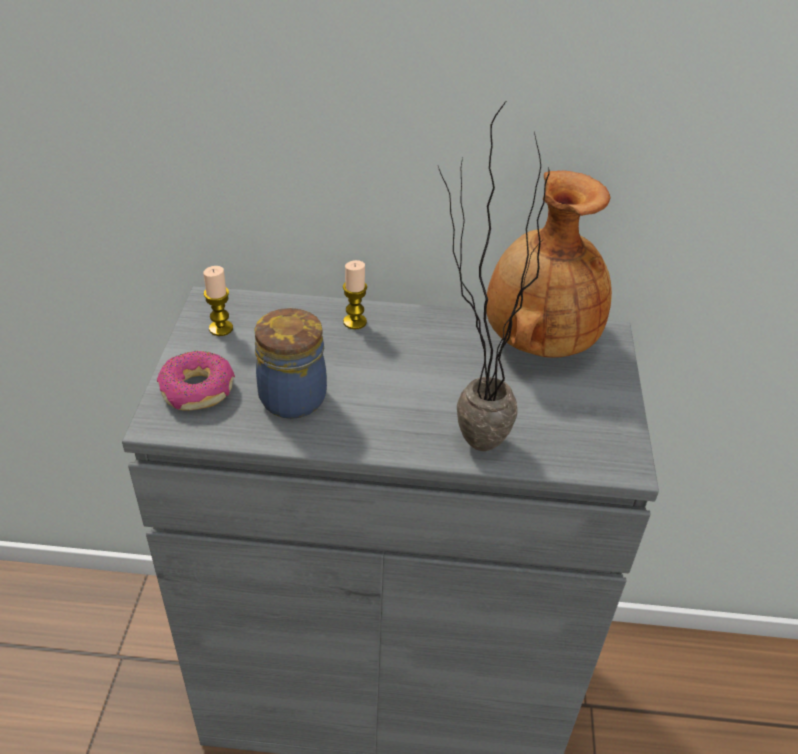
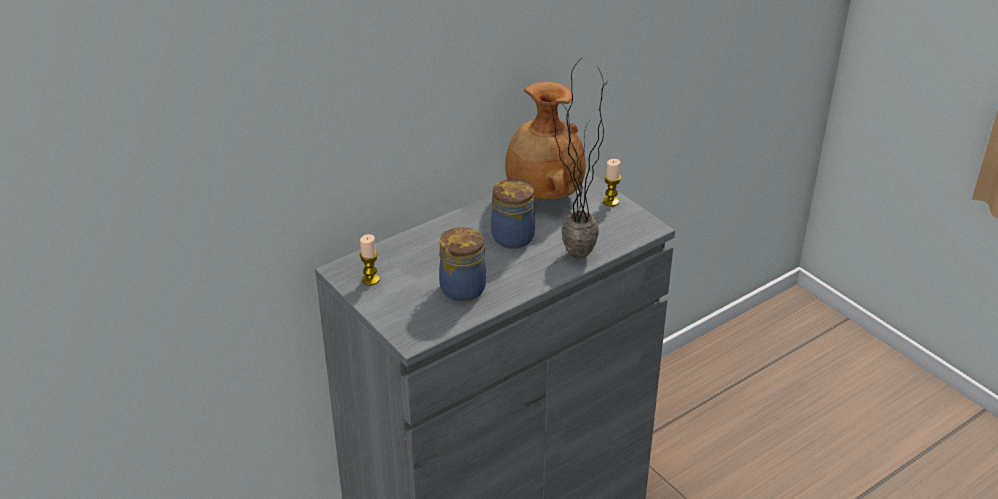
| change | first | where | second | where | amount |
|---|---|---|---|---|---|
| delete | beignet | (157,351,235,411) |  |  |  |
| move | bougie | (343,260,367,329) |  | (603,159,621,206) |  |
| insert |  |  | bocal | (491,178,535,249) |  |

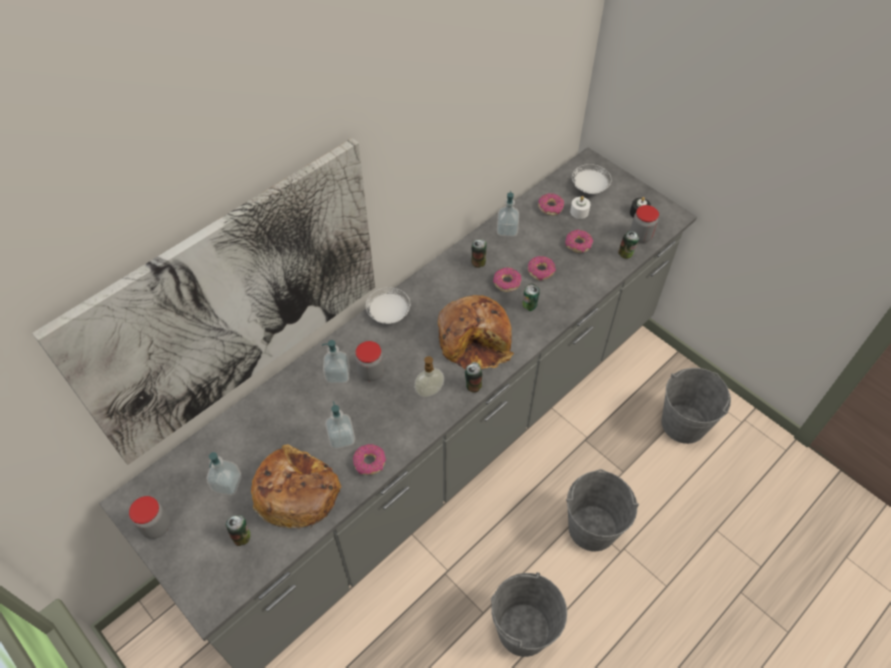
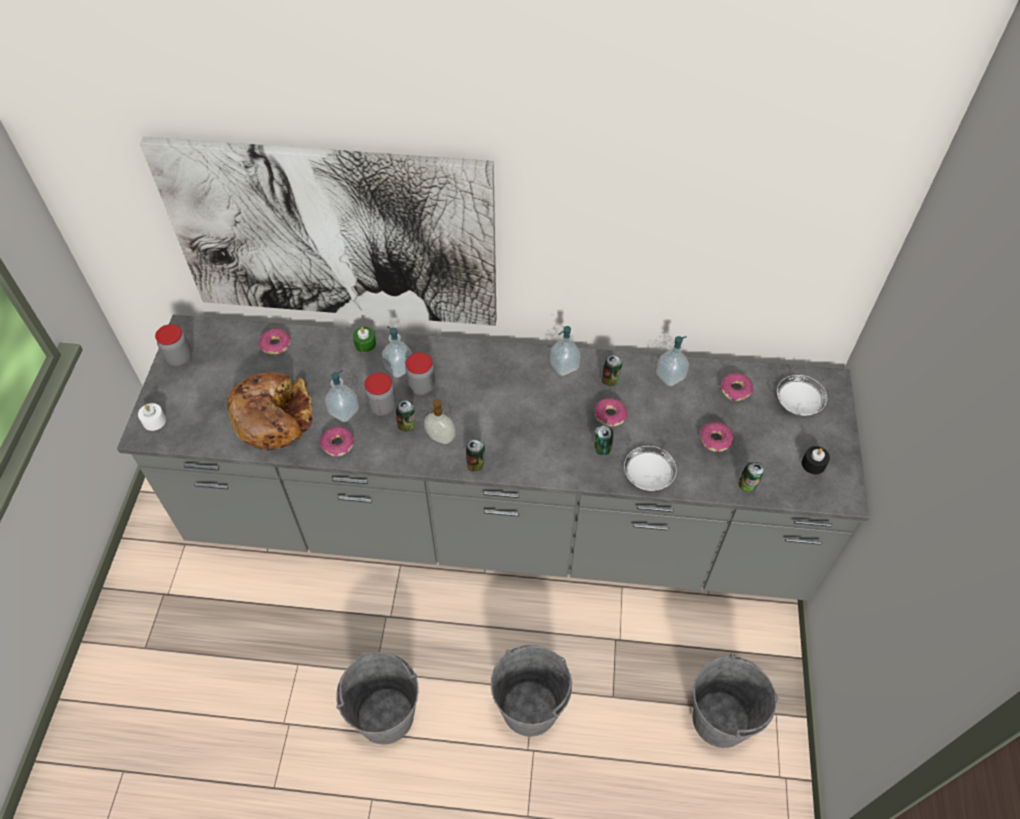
| change | first | where | second | where | amount |
|---|---|---|---|---|---|
| move | distributeur de savon | (207,452,242,496) |  | (550,326,580,376) |  |
| move | boîte métallique | (226,515,250,546) |  | (396,400,415,432) |  |
| move | assiette (blanc) | (366,287,410,324) |  | (624,446,677,491) |  |
| delete | pain | (438,295,514,370) |  |  |  |
| move | beignet | (528,256,556,280) |  | (259,329,291,355) |  |
| move | bougie (blanc) | (570,196,590,219) |  | (138,403,166,431) |  |
| move | bocal | (630,205,659,243) |  | (365,373,396,416) |  |
| insert |  |  | bougie (vert) | (353,327,376,352) |  |

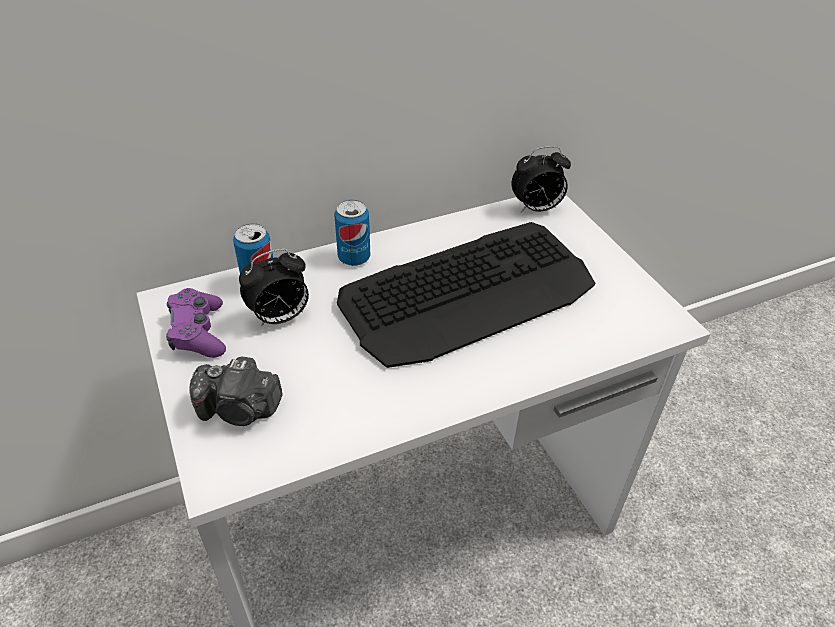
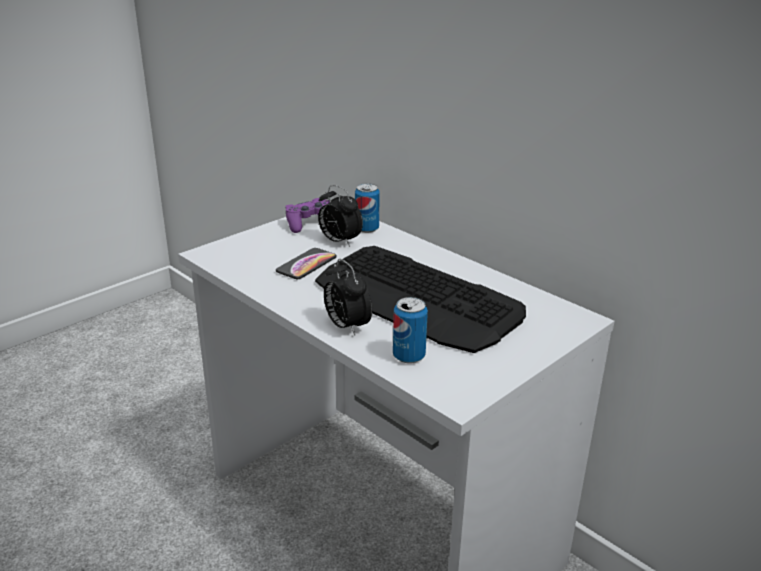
| change | first | where | second | where | amount |
|---|---|---|---|---|---|
| delete | appareil photo | (189,356,283,426) |  |  |  |
| move | boîte métallique | (334,200,370,266) |  | (393,297,428,363) |  |
| move | réveil | (511,146,571,213) |  | (324,259,372,335) |  |
| insert |  |  | téléphone | (276,248,337,279) |  |

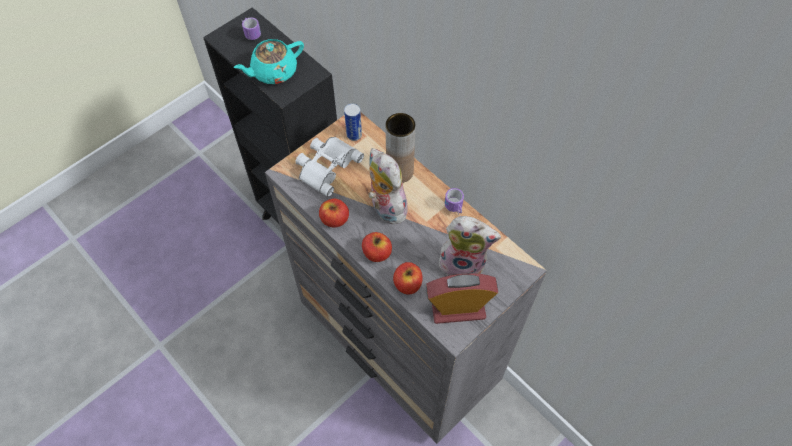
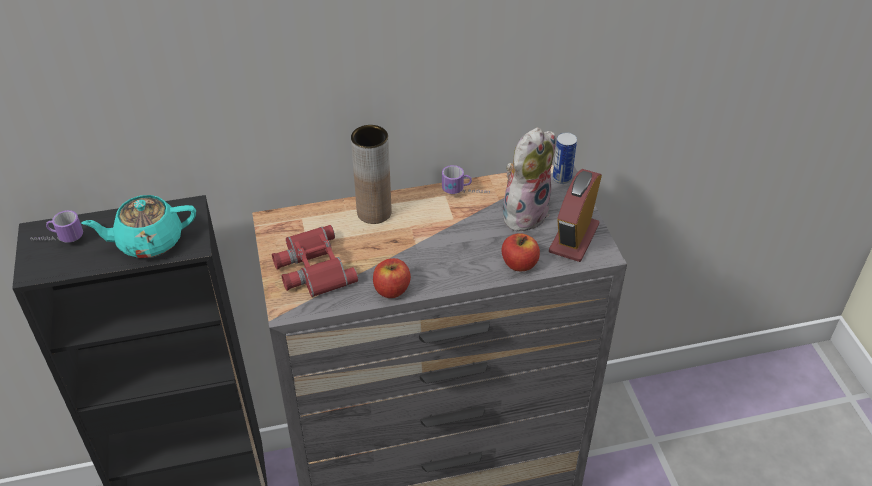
| change | first | where | second | where | amount |
|---|---|---|---|---|---|
| rotate | théière (turquoise) | (234,39,304,84) |  | (82,195,196,258) | 75 degrees clockwise |
| recolor | jumelles (blanc) | (296,137,364,197) | jumelles (rouge) | (272,225,358,297) |  |
| move | boîte métallique | (344,104,362,141) |  | (553,132,577,184) |  |
| delete | pomme | (362,232,392,262) |  |  |  |
| delete | peluche | (368,148,408,225) |  |  |  |

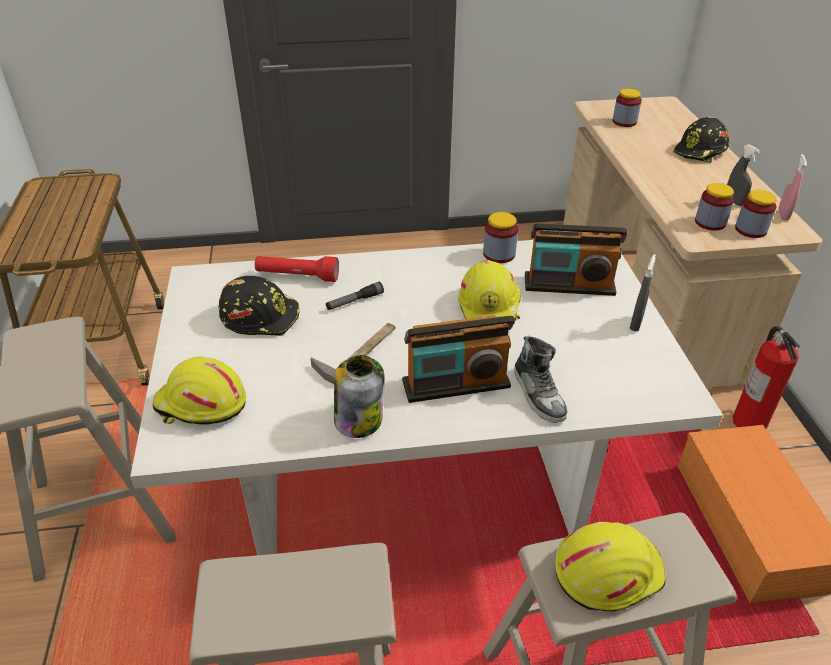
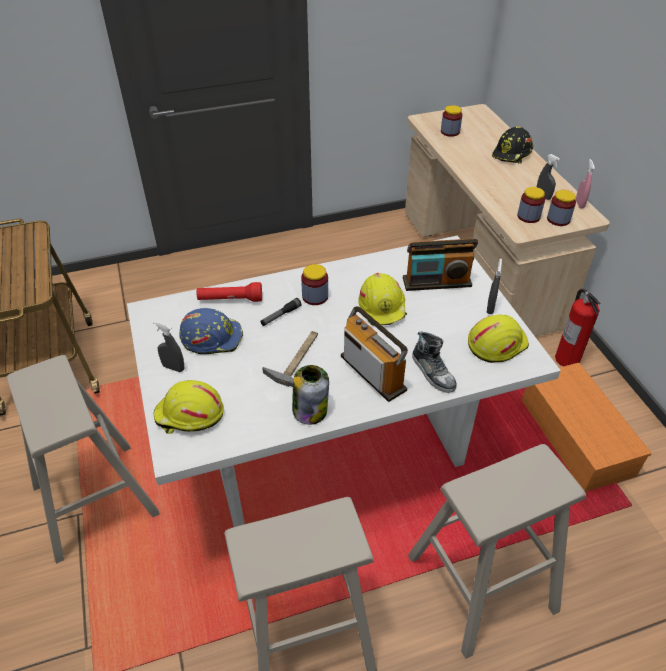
| change | first | where | second | where | amount |
|---|---|---|---|---|---|
| recolor | casque de chantier (noir) | (219,276,300,336) | casque de chantier (bleu) | (179,308,243,354) |  |
| rotate | radio | (402,315,515,403) |  | (341,306,408,402) | 105 degrees counterclockwise |
| move | bocal | (483,212,518,263) |  | (301,264,328,305) |  |
| move | casque de chantier (jaune) | (555,522,665,611) |  | (468,315,529,363) |  |
| insert |  |  | vaporisateur (gris) | (153,321,184,372) |  |

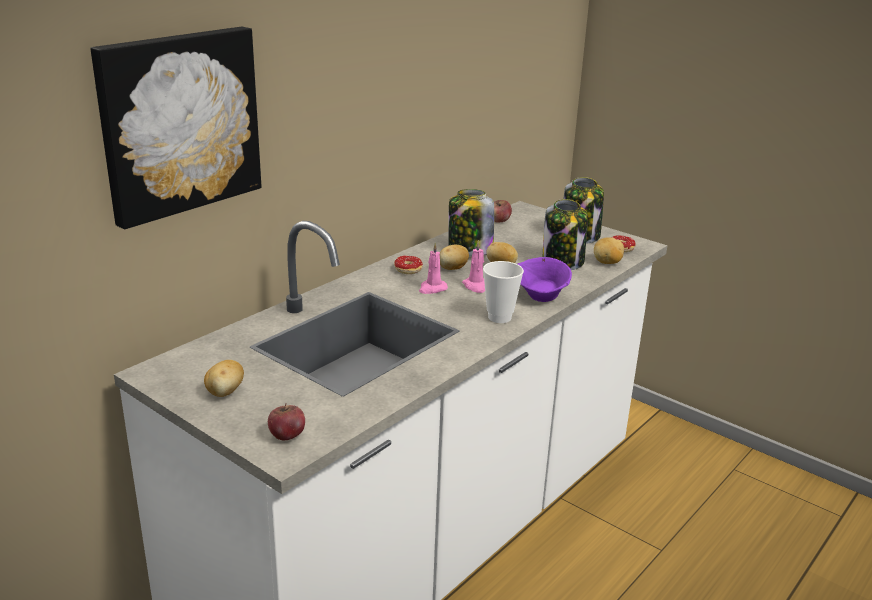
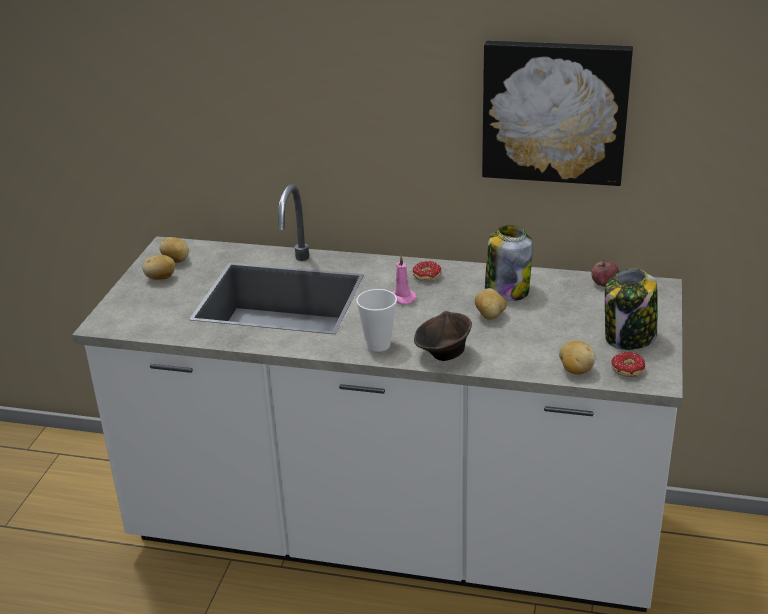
| change | first | where | second | where | amount |
|---|---|---|---|---|---|
| move | tableau | (91,27,261,229) |  | (482,41,633,186) |  |
| delete | pomme | (268,403,305,441) |  |  |  |
| move | pomme de terre | (440,245,469,270) |  | (159,237,189,263) |  |
| delete | bougie (rose) | (462,240,485,293) |  |  |  |
| recolor | bol (violet) | (517,257,572,302) | bol (marron) | (414,311,472,361) |  |
| delete | bocal | (543,199,588,270) |  |  |  |

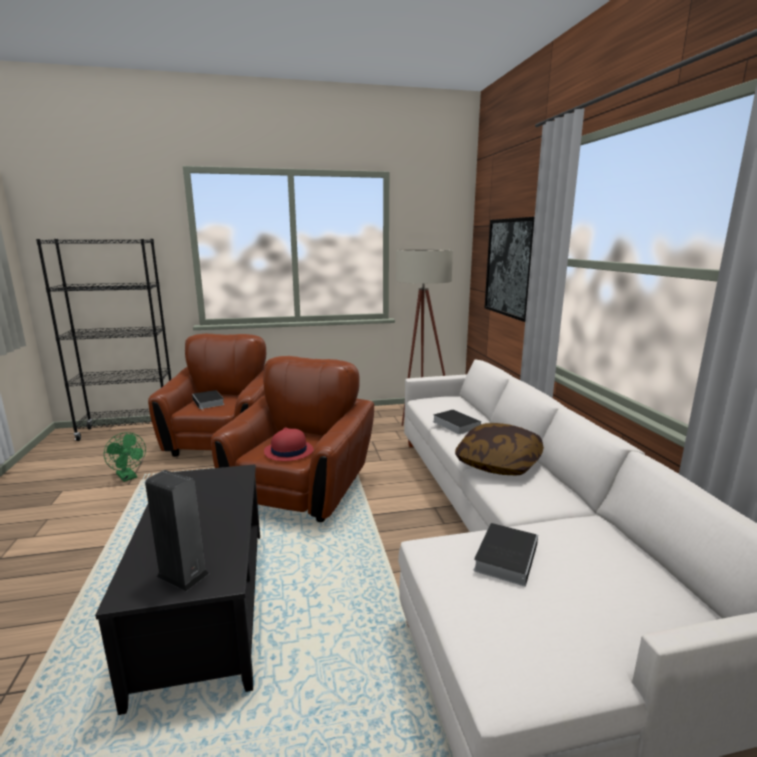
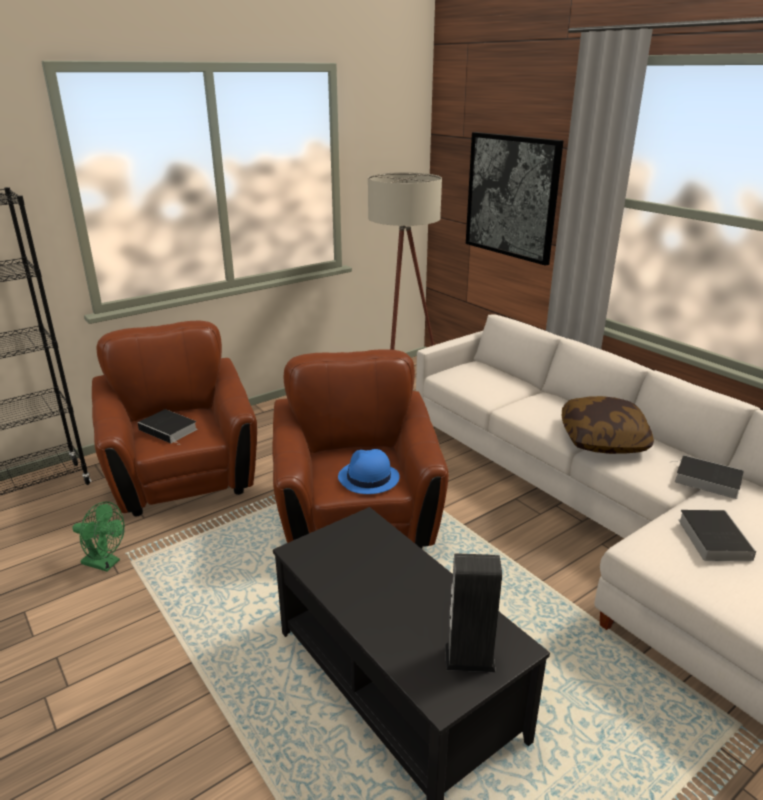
| change | first | where | second | where | amount |
|---|---|---|---|---|---|
| recolor | chapeau (rouge) | (264,427,314,461) | chapeau (bleu) | (338,449,399,494) |  |
| move | livre | (433,409,481,434) |  | (670,455,744,499) |  |

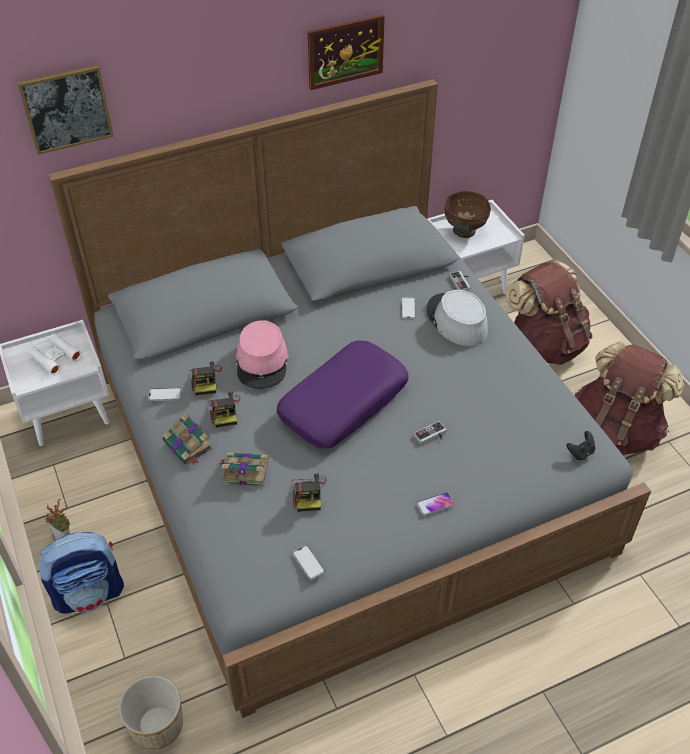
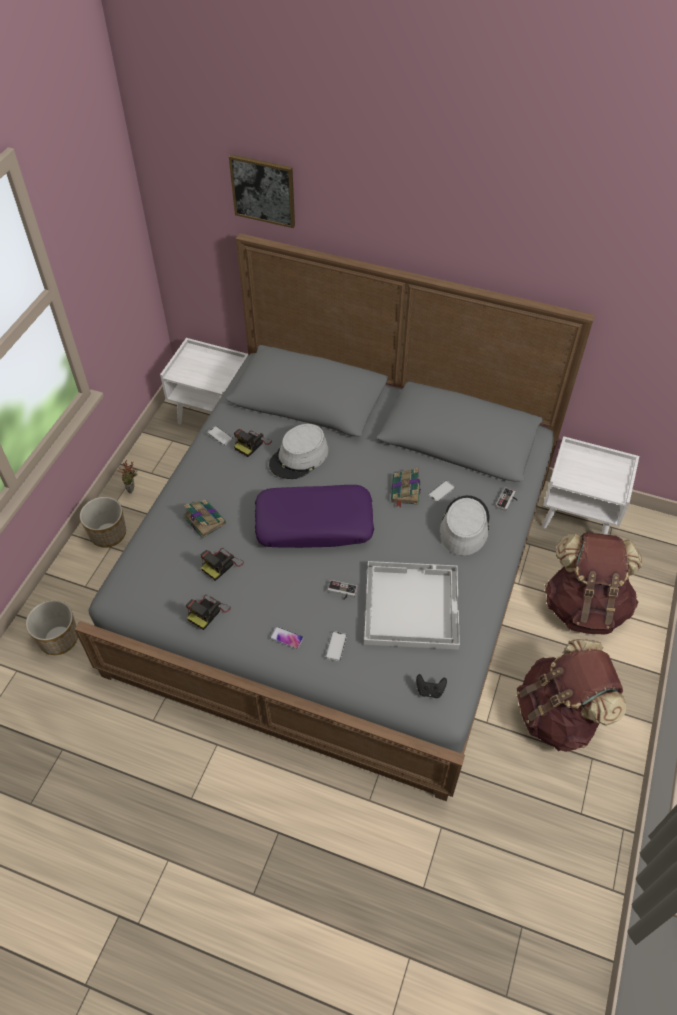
| change | first | where | second | where | amount |
|---|---|---|---|---|---|
| delete | jumelles (blanc) | (28,333,82,375) |  |  |  |
| replace | sac à dos | (39,532,124,614) | cache-pot | (80,497,126,548) |  |
| move | livre | (163,413,213,466) |  | (391,468,421,507) |  |
| move | appareil photo | (208,392,240,428) |  | (186,595,231,630) |  |
| recolor | chapeau (rose) | (236,320,289,389) | chapeau (gris) | (269,424,328,479) |  |
| move | téléphone | (292,545,325,580) |  | (325,631,347,661) |  |
| delete | tableau | (308,15,385,90) |  |  |  |
| delete | bol (marron) | (444,191,491,238) |  |  |  |
| insert |  |  | plateau (blanc) | (364,561,460,650) |  |

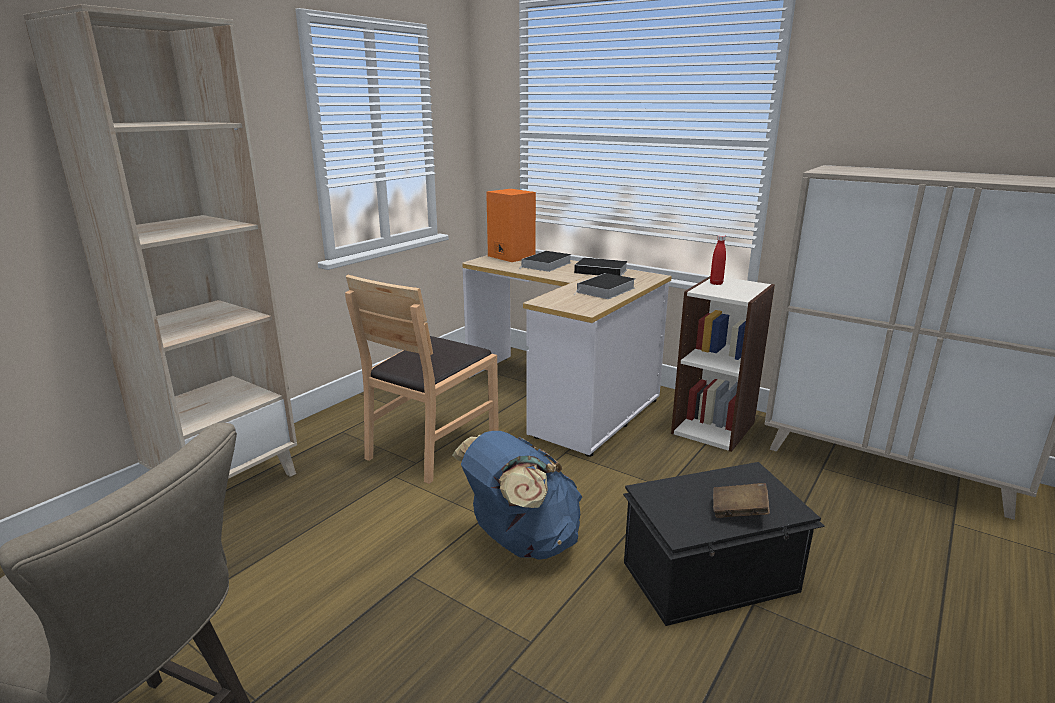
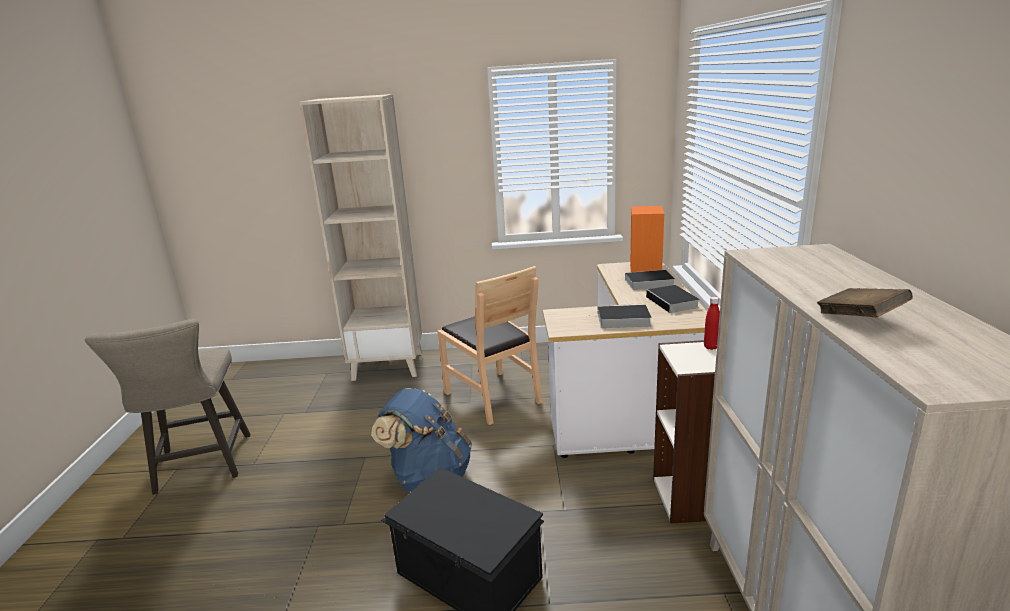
| change | first | where | second | where | amount |
|---|---|---|---|---|---|
| rotate | chaise (marron) | (345,275,499,484) |  | (437,266,543,425) | 120 degrees counterclockwise |
| move | livre (marron) | (713,483,770,518) |  | (817,288,913,317) |  |

